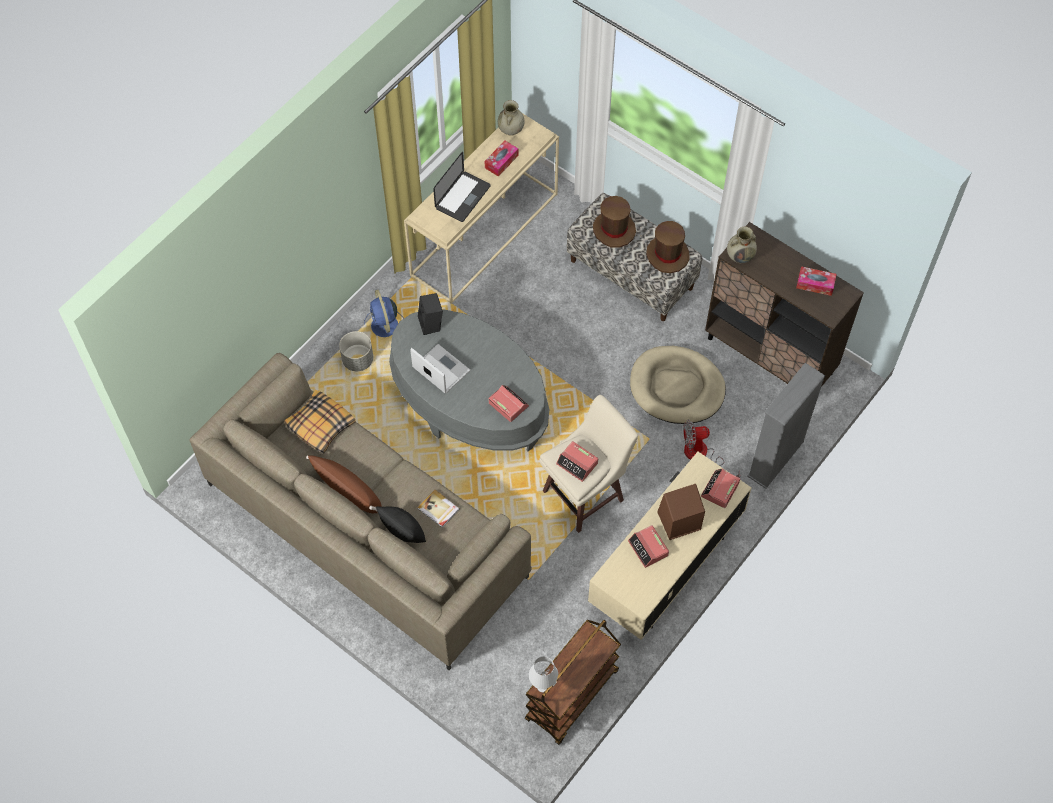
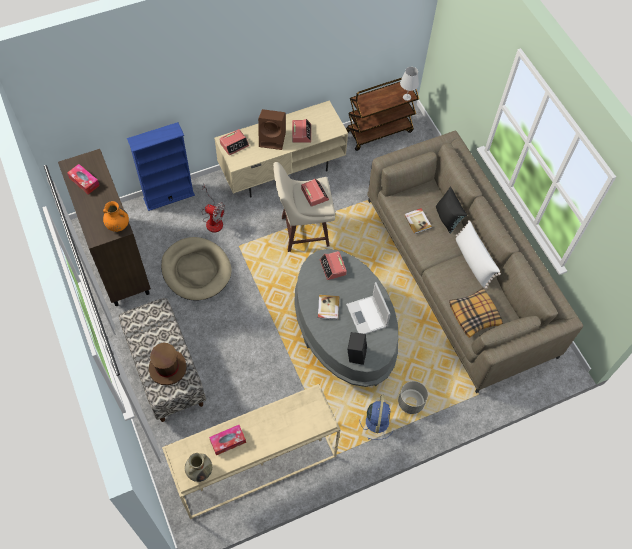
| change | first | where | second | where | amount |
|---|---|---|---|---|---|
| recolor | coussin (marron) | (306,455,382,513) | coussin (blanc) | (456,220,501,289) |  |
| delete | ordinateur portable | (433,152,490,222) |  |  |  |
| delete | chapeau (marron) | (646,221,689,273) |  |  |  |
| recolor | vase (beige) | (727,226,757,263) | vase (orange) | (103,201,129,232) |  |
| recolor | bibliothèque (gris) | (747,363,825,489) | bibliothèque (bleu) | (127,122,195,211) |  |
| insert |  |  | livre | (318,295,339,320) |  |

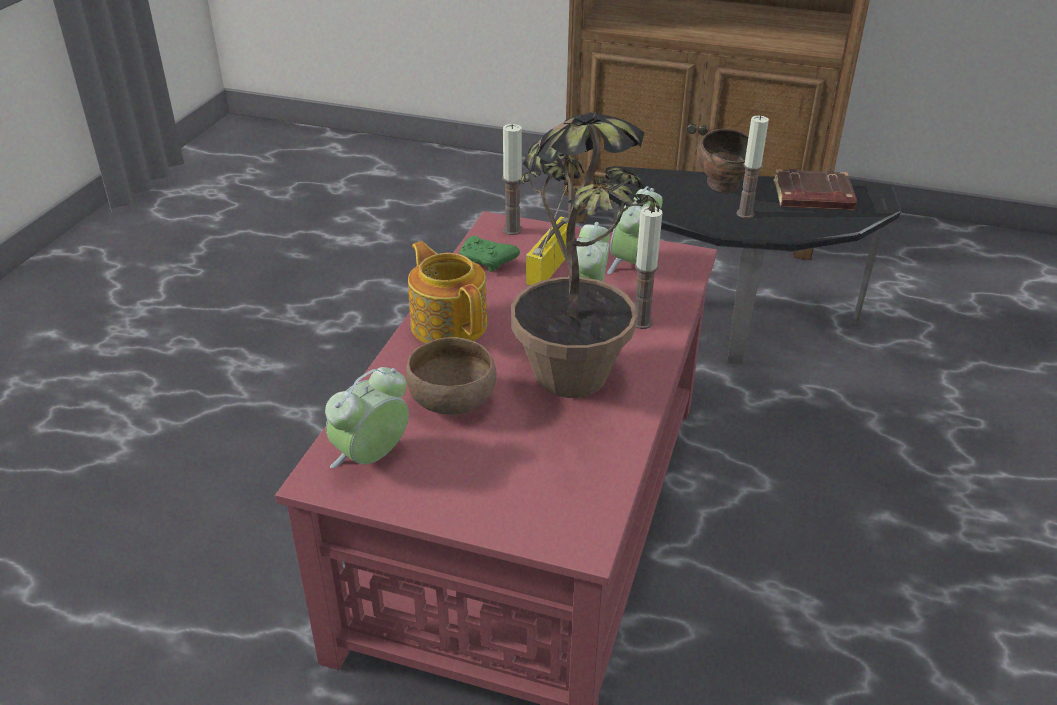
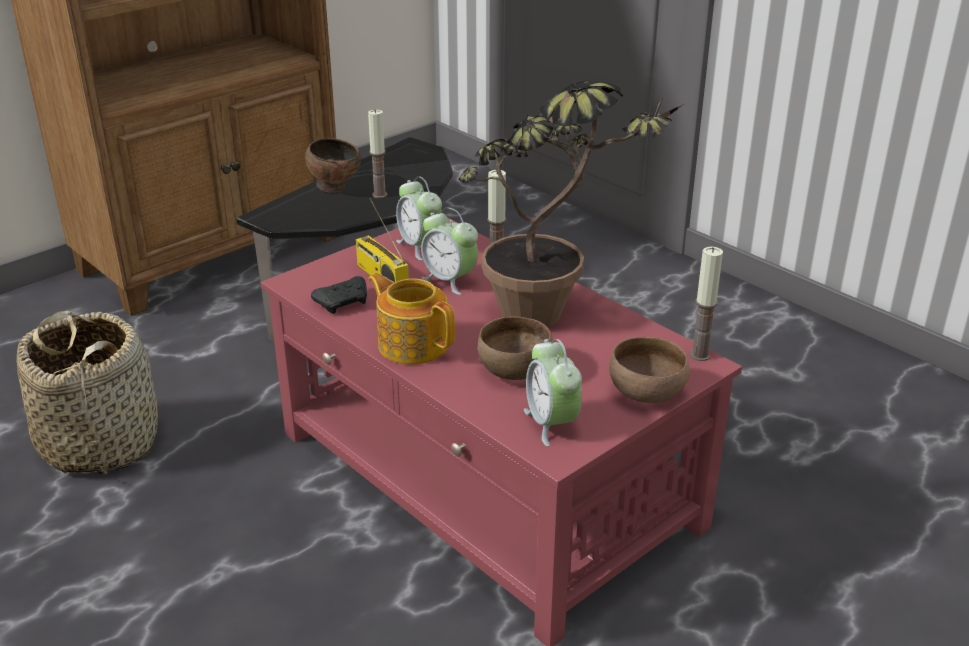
| change | first | where | second | where | amount |
|---|---|---|---|---|---|
| rotate | théière | (408,241,487,343) |  | (368,273,455,365) | 45 degrees clockwise |
| recolor | manette (vert) | (459,236,520,272) | manette (noir) | (311,276,367,314) |  |
| move | bougie | (502,124,522,235) |  | (690,247,723,361) |  |
| delete | livre (marron) | (774,169,857,210) |  |  |  |
| insert |  |  | panier | (17,311,158,475) |  |
| insert |  |  | bol (marron) | (609,337,690,403) |  |

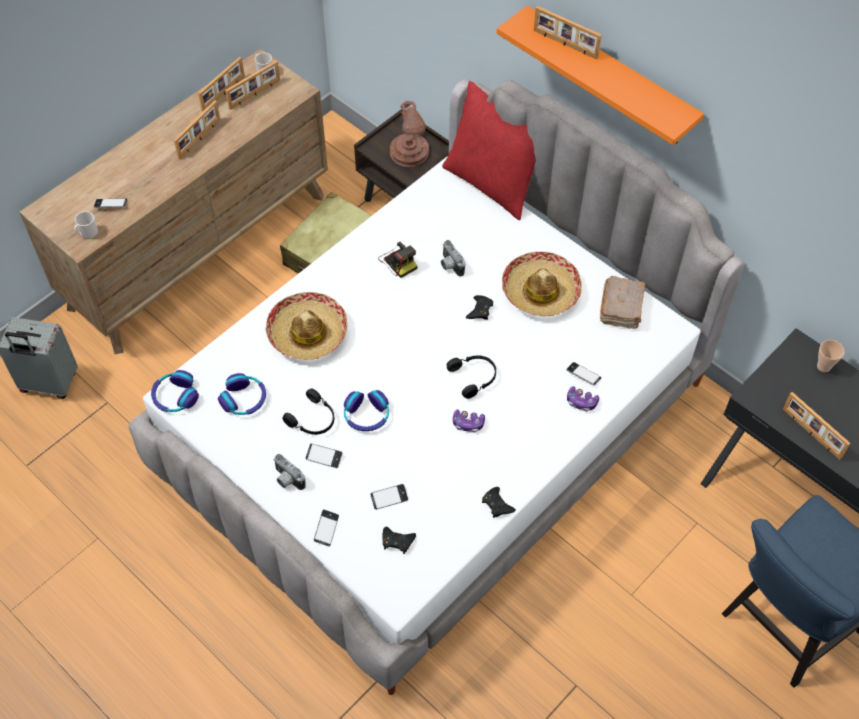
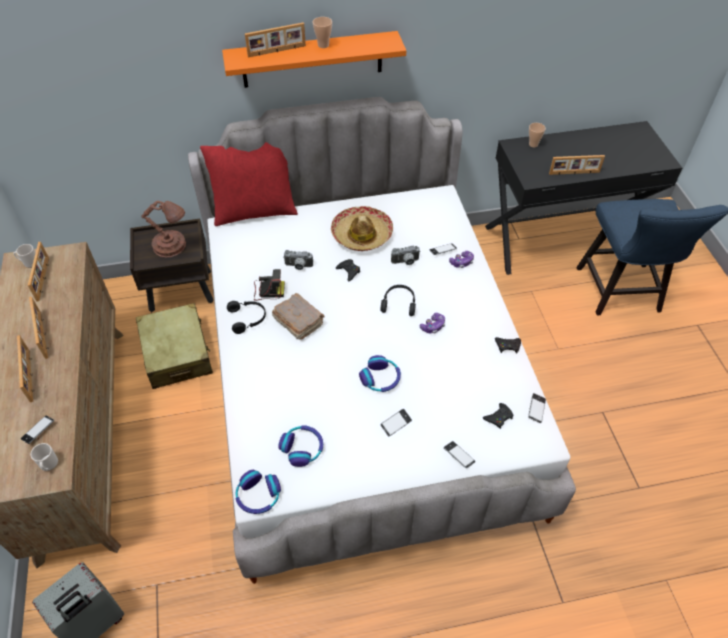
| change | first | where | second | where | amount |
|---|---|---|---|---|---|
| move | cadre photo | (198,57,245,112) |  | (17,335,33,402) |  |
| delete | chapeau | (266,292,347,360) |  |  |  |
| move | appareil photo | (273,454,306,490) |  | (391,246,420,265) |  |
| move | casque audio (noir) | (282,388,334,435) |  | (227,301,266,334) |  |
| move | téléphone | (370,484,408,510) |  | (528,393,546,423) |  |
| move | livre (marron) | (600,276,645,329) |  | (272,293,324,340) |  |
| insert |  |  | tasse | (312,17,332,48) |  |

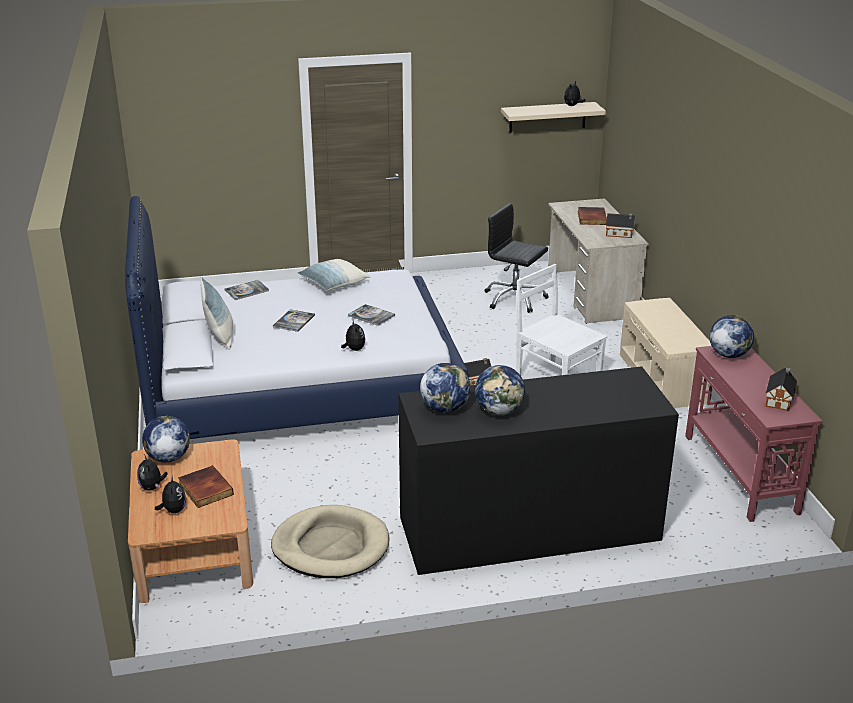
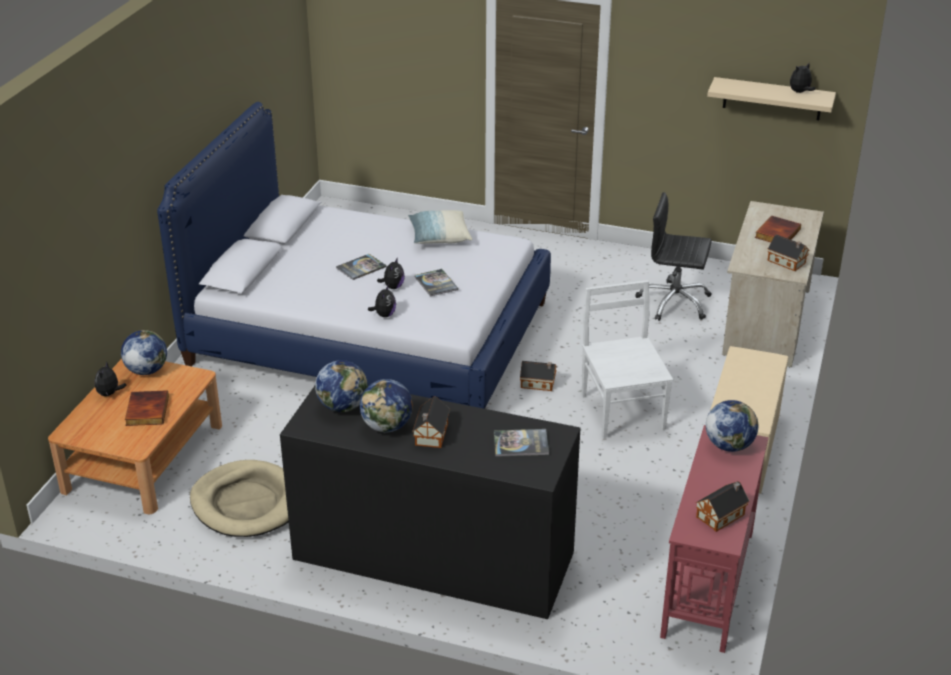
| change | first | where | second | where | amount |
|---|---|---|---|---|---|
| move | peluche | (155,475,186,513) |  | (377,257,405,289) |  |
| delete | coussin | (201,277,233,350) |  |  |  |
| move | livre | (225,280,269,300) |  | (494,429,549,457) |  |
| rotate | chaise de bureau (noir) | (485,203,549,313) |  | (635,192,712,321) | 45 degrees counterclockwise |
| insert |  |  | maison miniature | (412,397,450,448) |  |

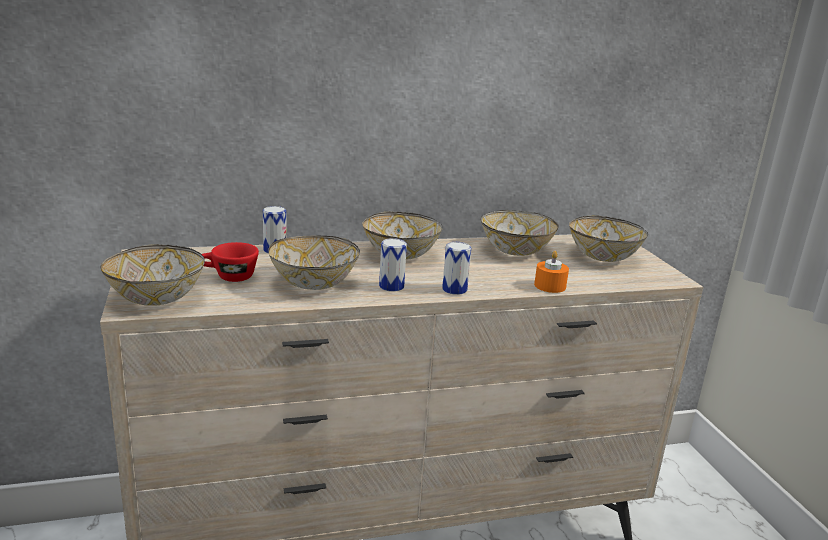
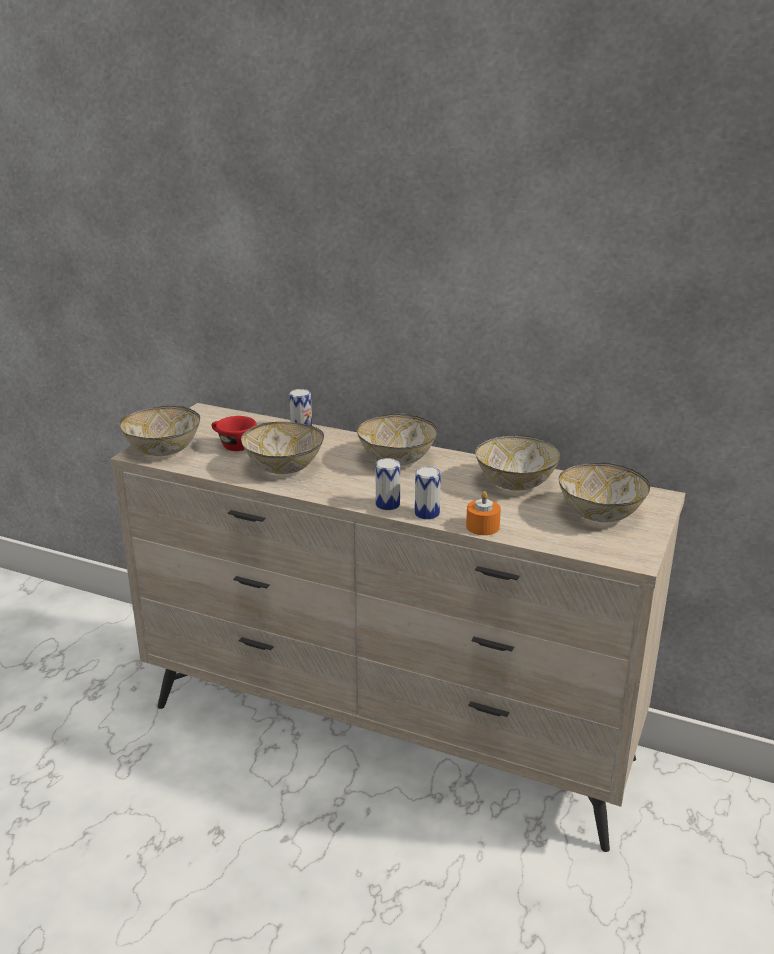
| change | first | where | second | where | amount |
|---|---|---|---|---|---|
| move | boîte métallique | (379,238,407,292) |  | (415,466,441,520) |  |

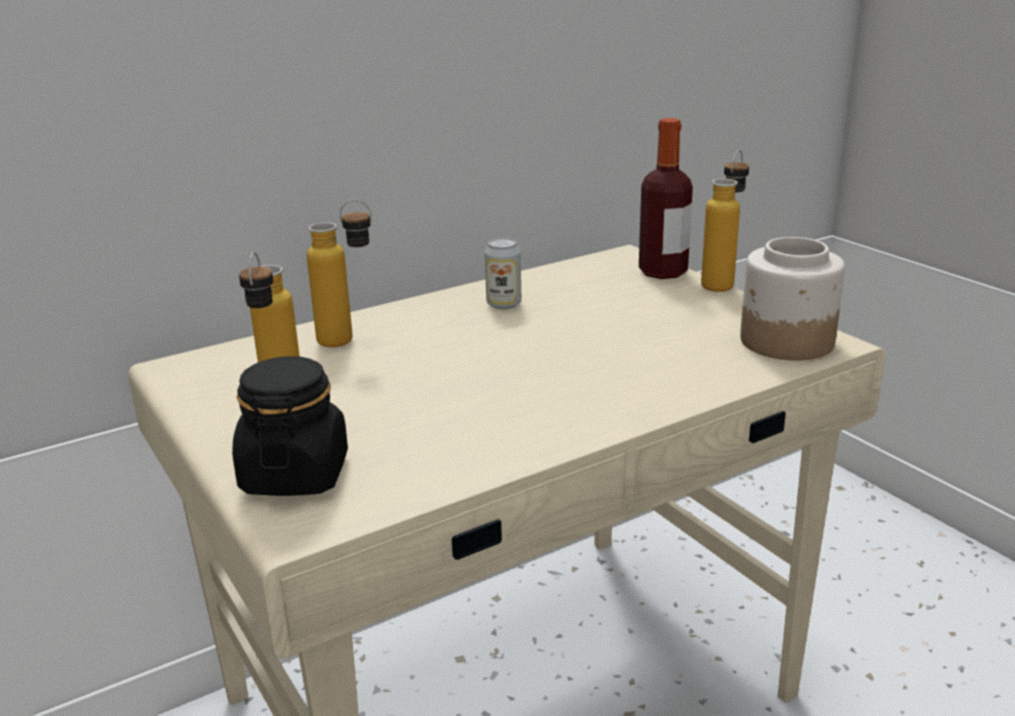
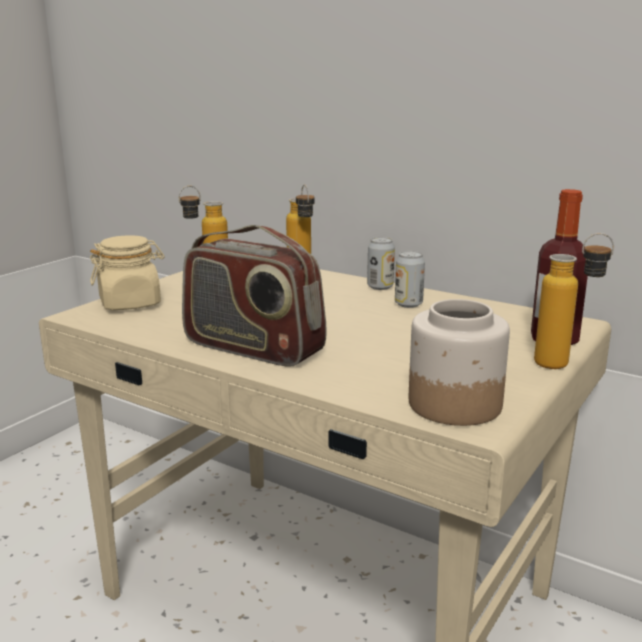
| change | first | where | second | where | amount |
|---|---|---|---|---|---|
| recolor | bocal (noir) | (232,356,348,496) | bocal (beige) | (90,235,164,310) |  |
| insert |  |  | radio | (182,225,326,367) |  |
| insert |  |  | boîte métallique | (367,237,395,290) |  |

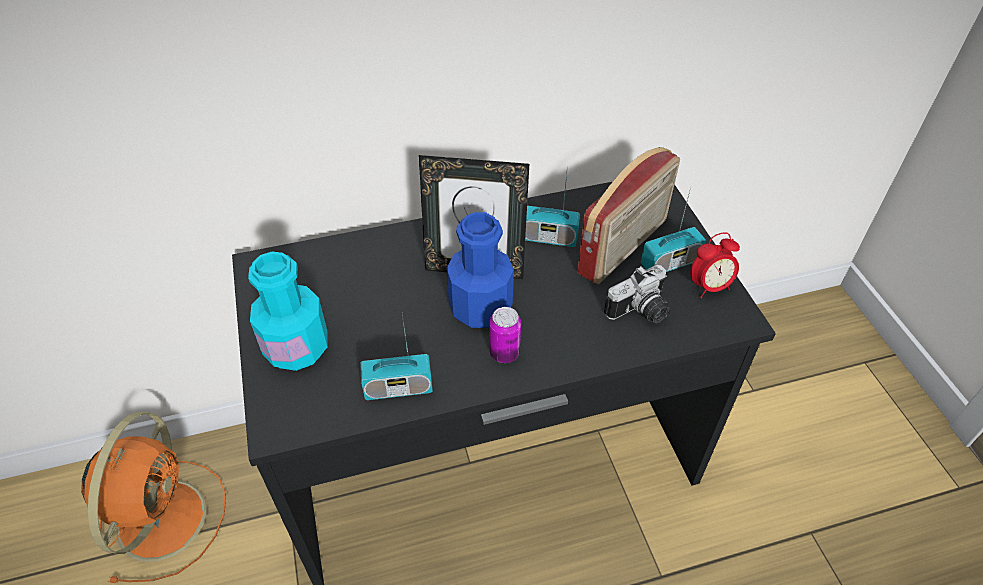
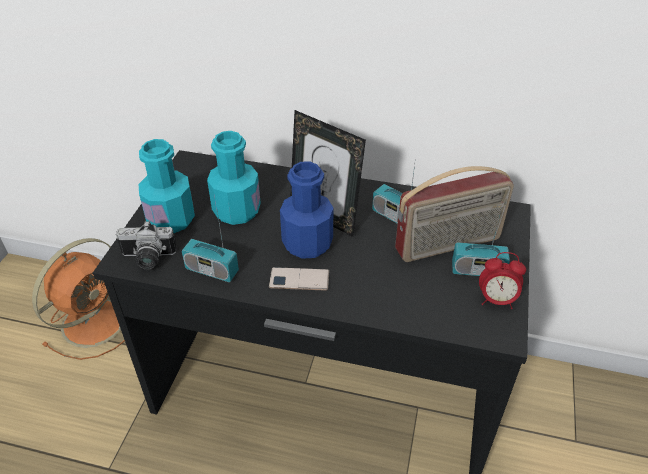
| change | first | where | second | where | amount |
|---|---|---|---|---|---|
| replace | boîte métallique | (489,307,521,363) | téléphone | (269,267,329,291) |  |
| move | appareil photo | (604,265,670,323) |  | (116,221,177,270) |  |
| insert |  |  | bouteille (turquoise) | (207,131,261,225) |  |

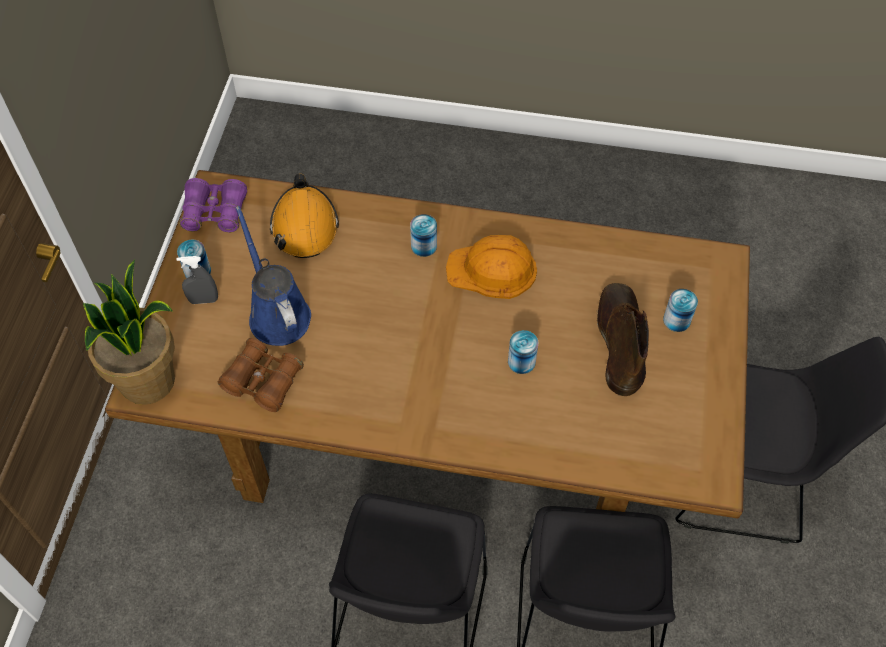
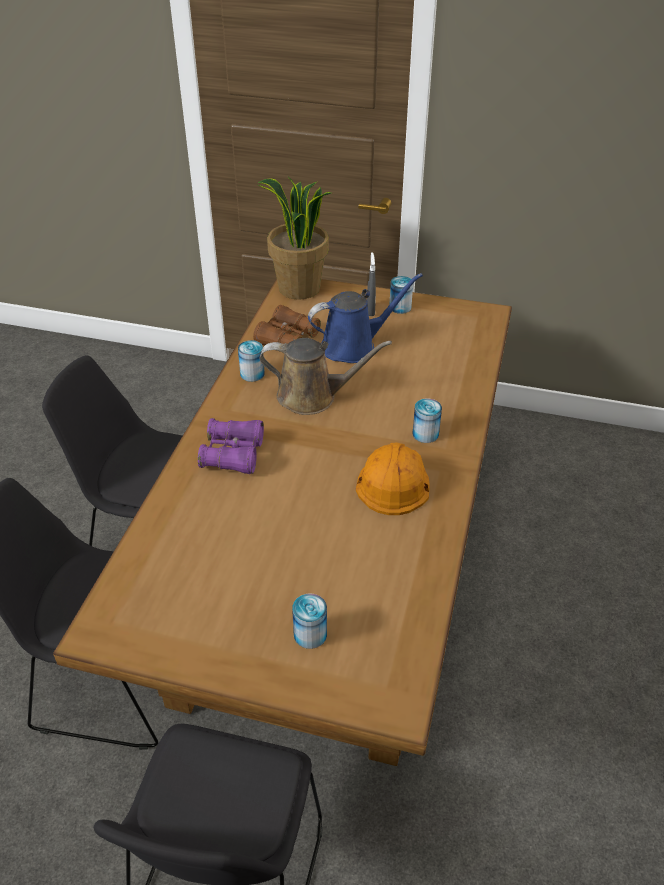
| change | first | where | second | where | amount |
|---|---|---|---|---|---|
| move | jumelles (violet) | (179,178,247,233) |  | (198,418,264,474) |  |
| delete | casque de chantier (orange) | (270,173,339,258) |  |  |  |
| move | boîte métallique | (508,330,538,374) |  | (238,340,265,382) |  |
| delete | botte (marron) | (597,283,649,396) |  |  |  |
| insert |  |  | arrosoir (marron) | (259,338,392,415) |  |

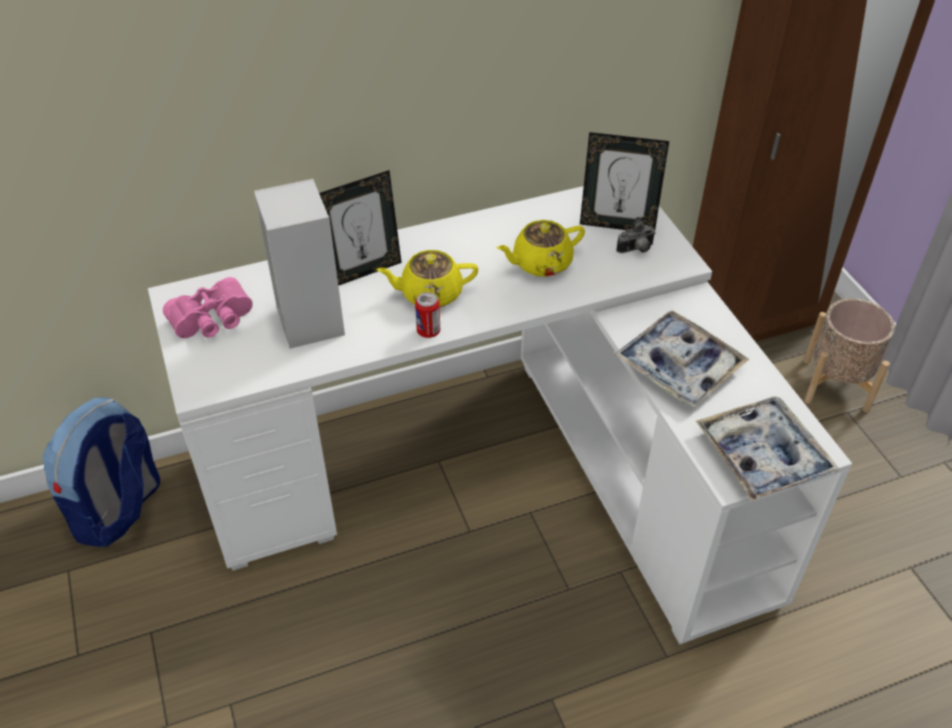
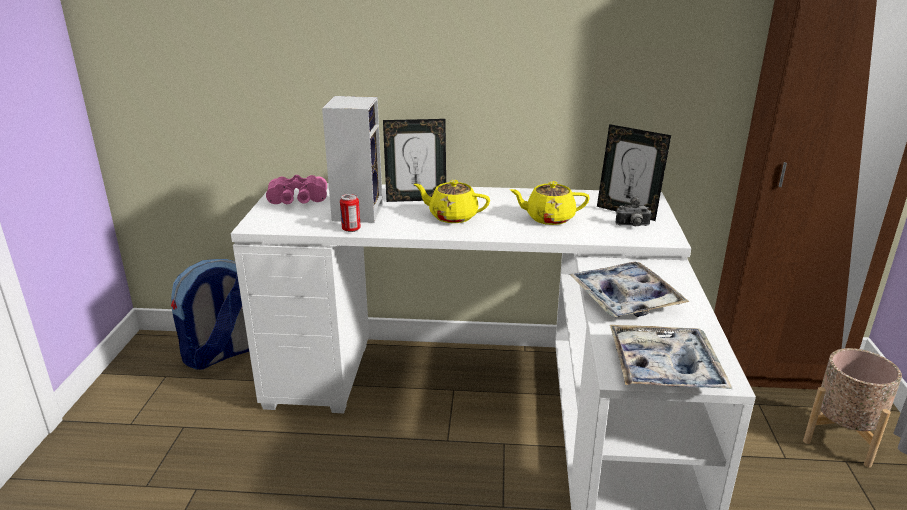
| change | first | where | second | where | amount |
|---|---|---|---|---|---|
| move | boîte métallique | (415,292,440,338) |  | (340,194,361,232) |  |

